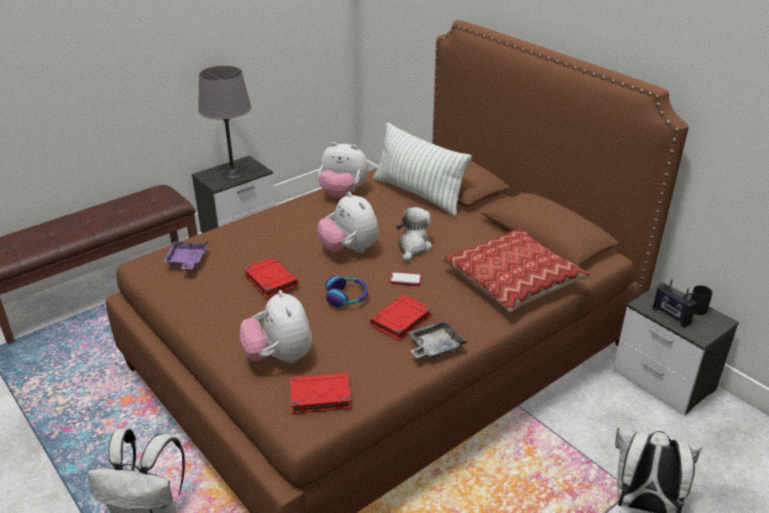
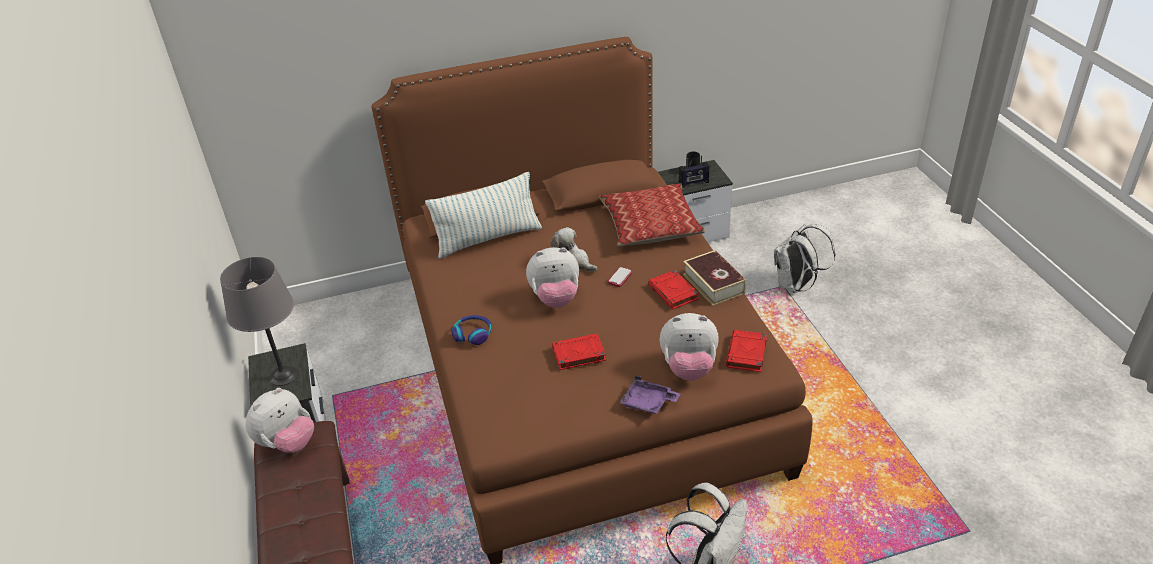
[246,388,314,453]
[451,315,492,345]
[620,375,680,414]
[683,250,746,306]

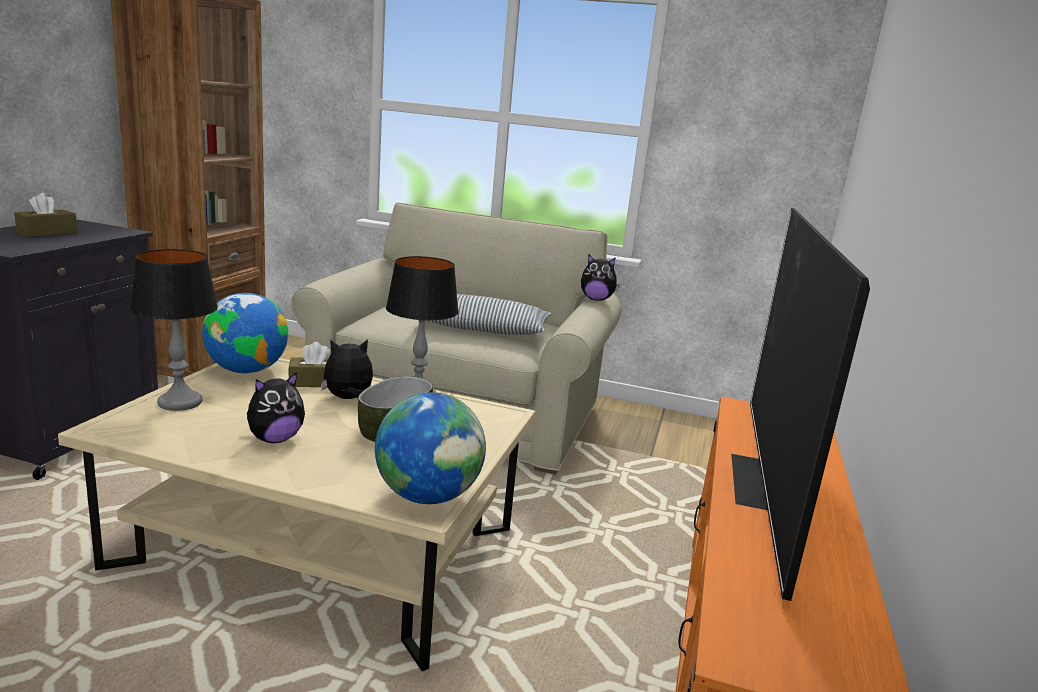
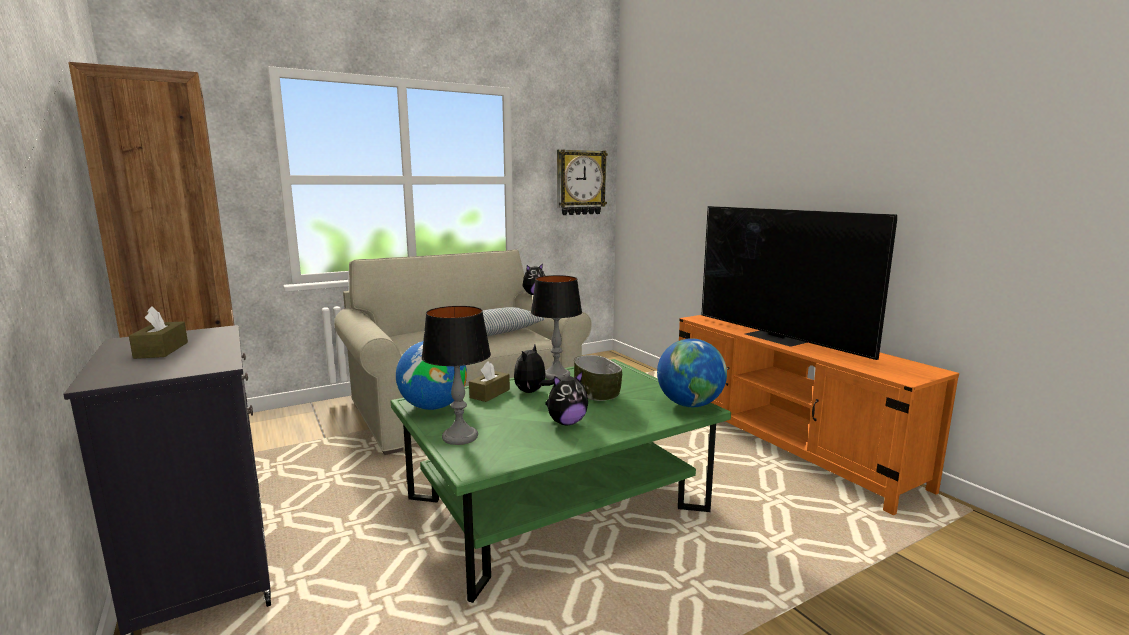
[391,359,731,603]
[545,372,588,425]
[557,149,608,215]

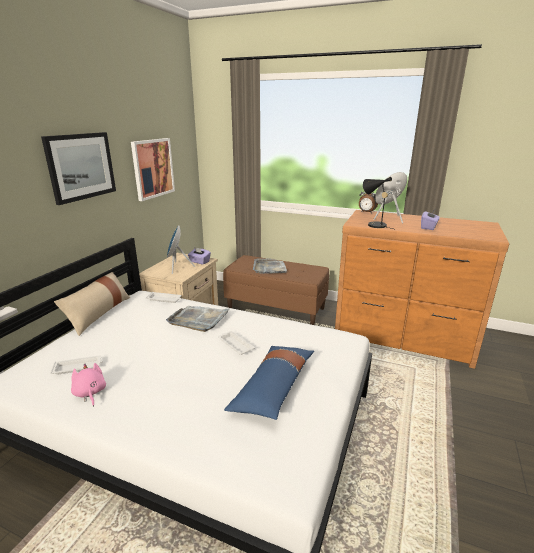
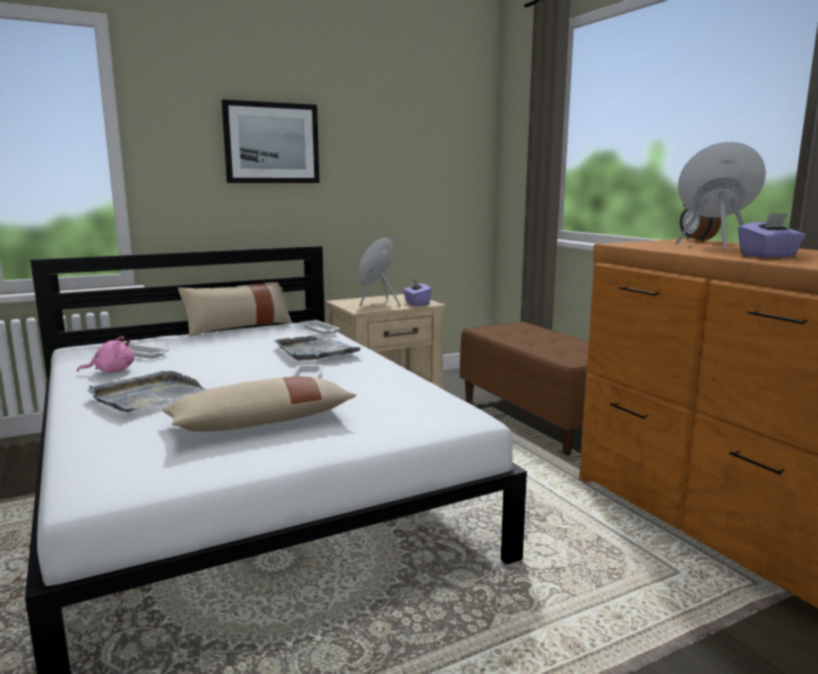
[77,336,134,373]
[87,371,207,412]
[162,376,357,432]
[131,138,175,201] (first image)
[363,177,393,229] (first image)

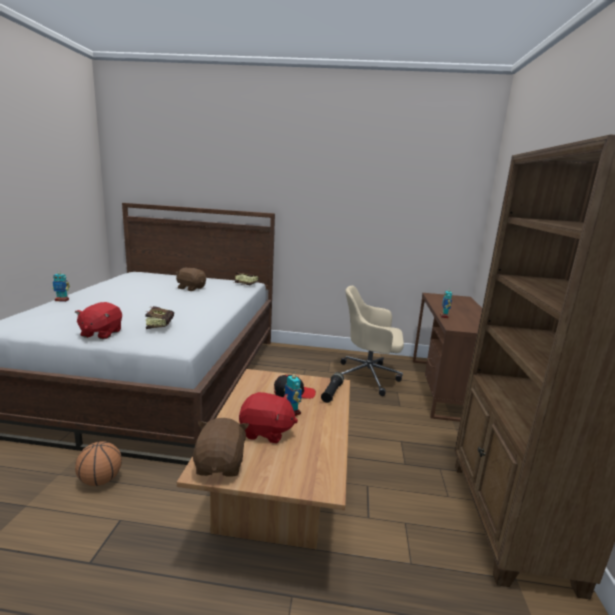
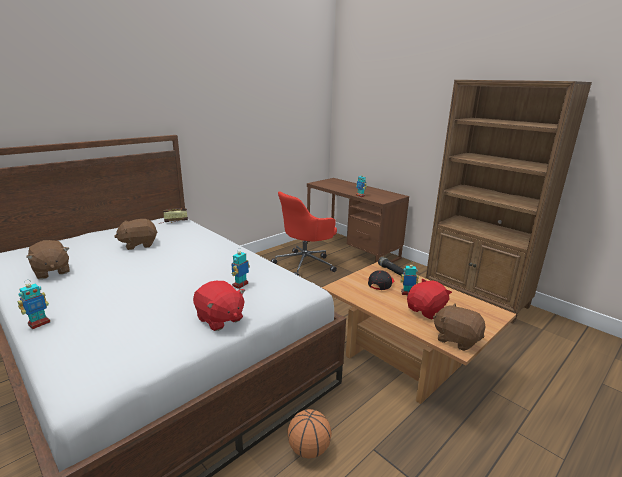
[26,240,69,279]
[231,248,250,289]
[271,191,337,276]

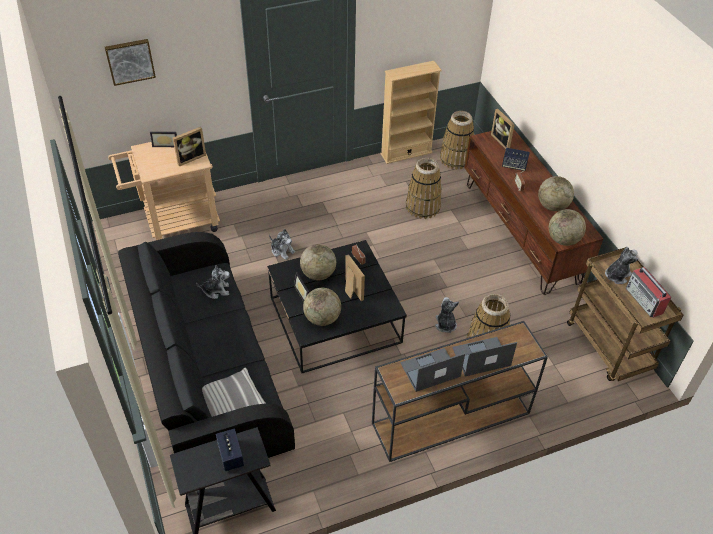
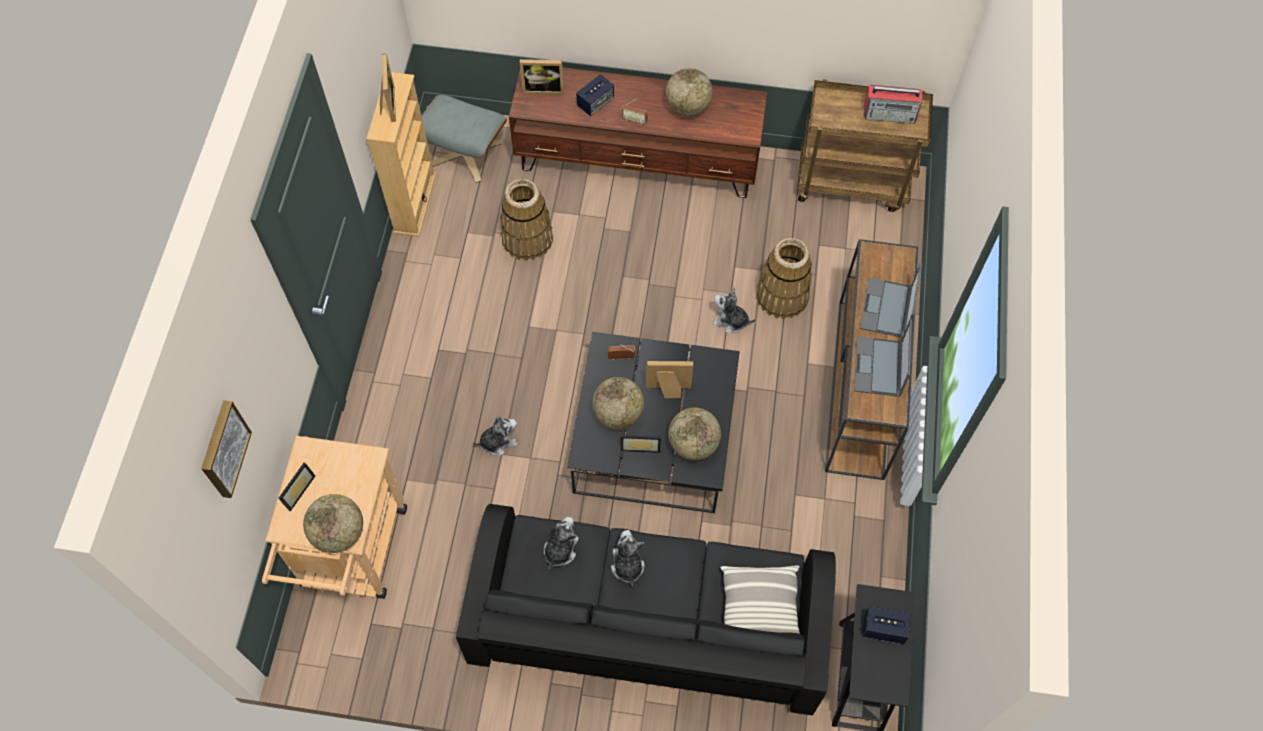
[303,494,363,553]
[380,54,396,122]
[422,95,507,183]
[611,530,644,586]

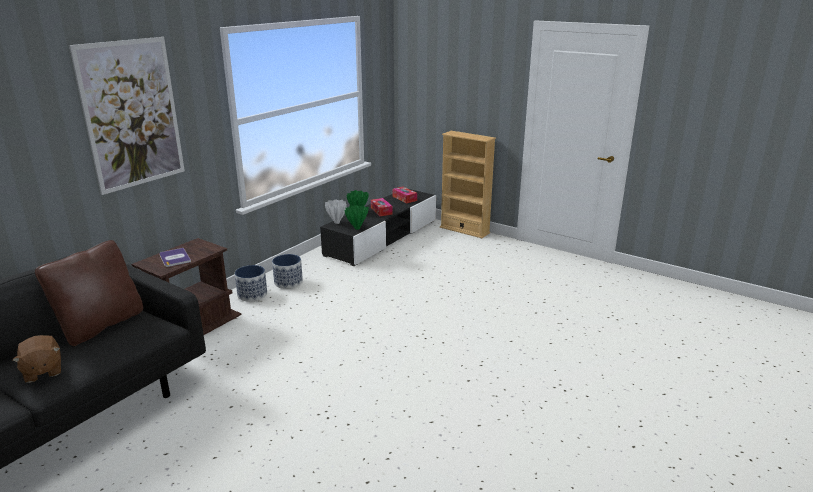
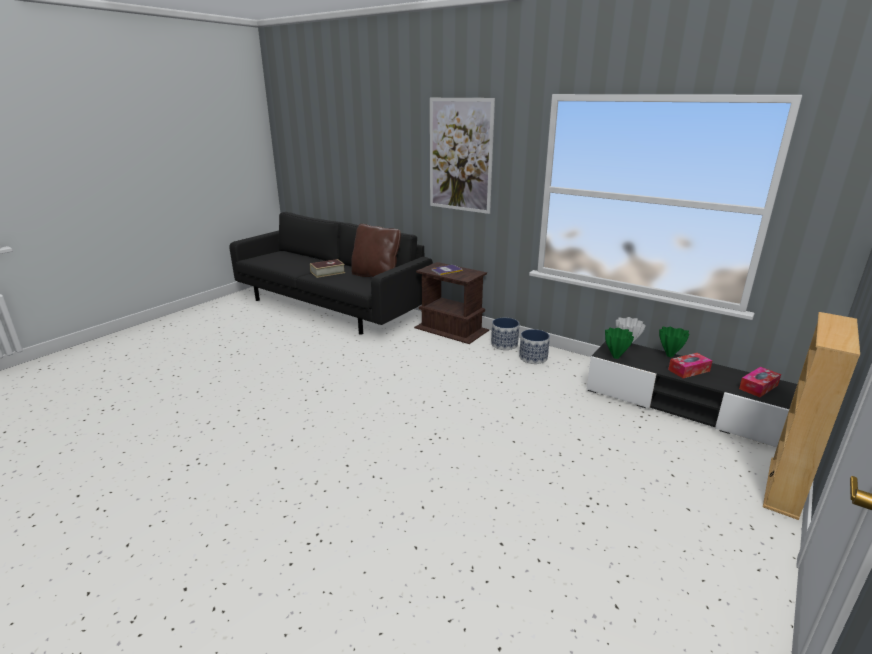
[310,259,345,278]

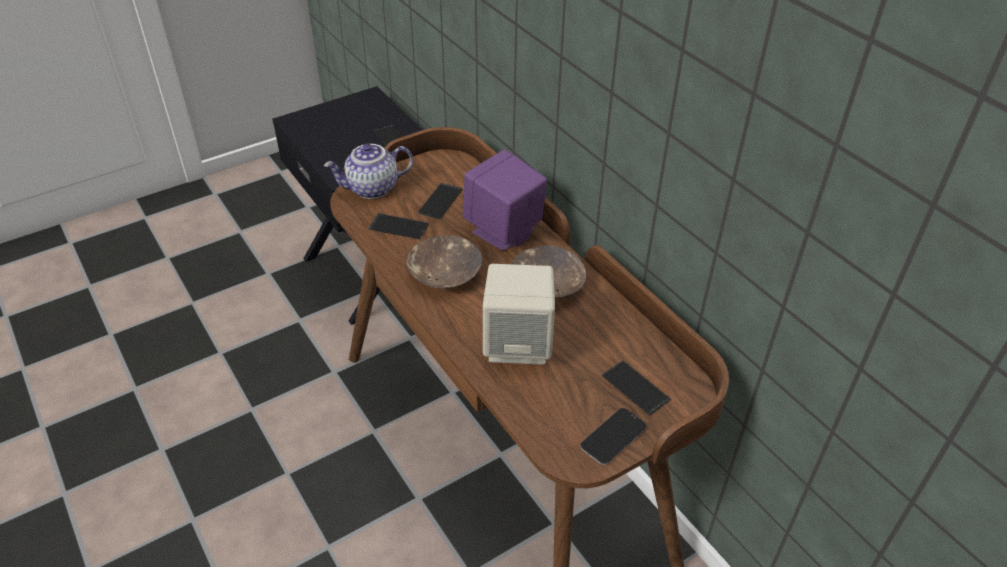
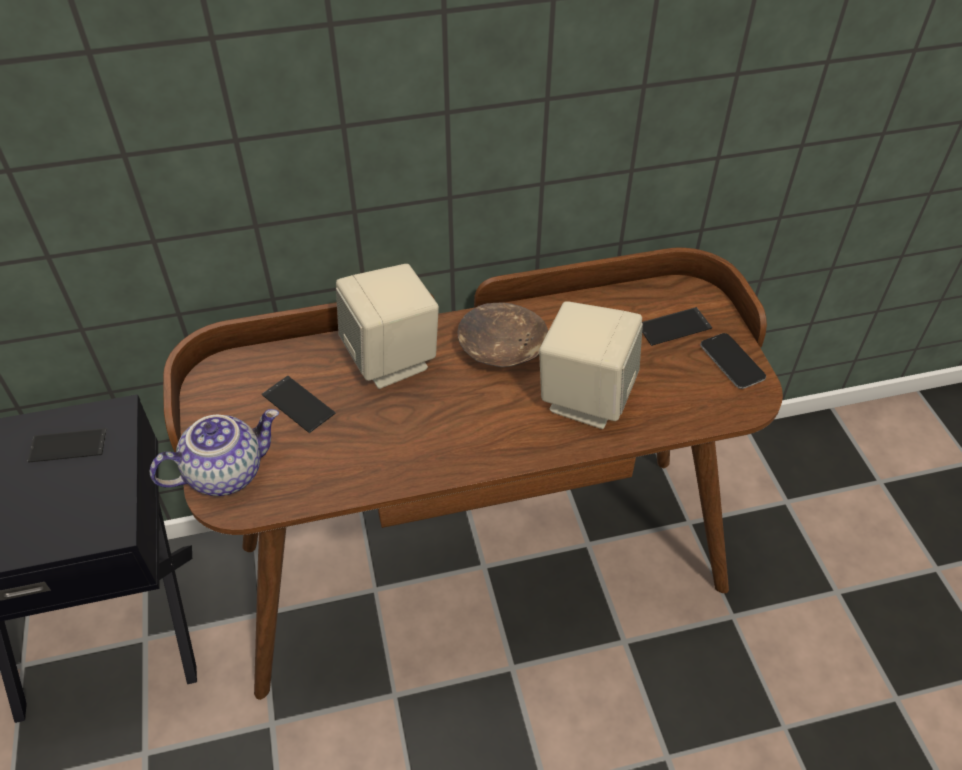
[150,409,279,496]
[336,264,439,389]
[368,213,429,239] (first image)
[406,235,482,289] (first image)

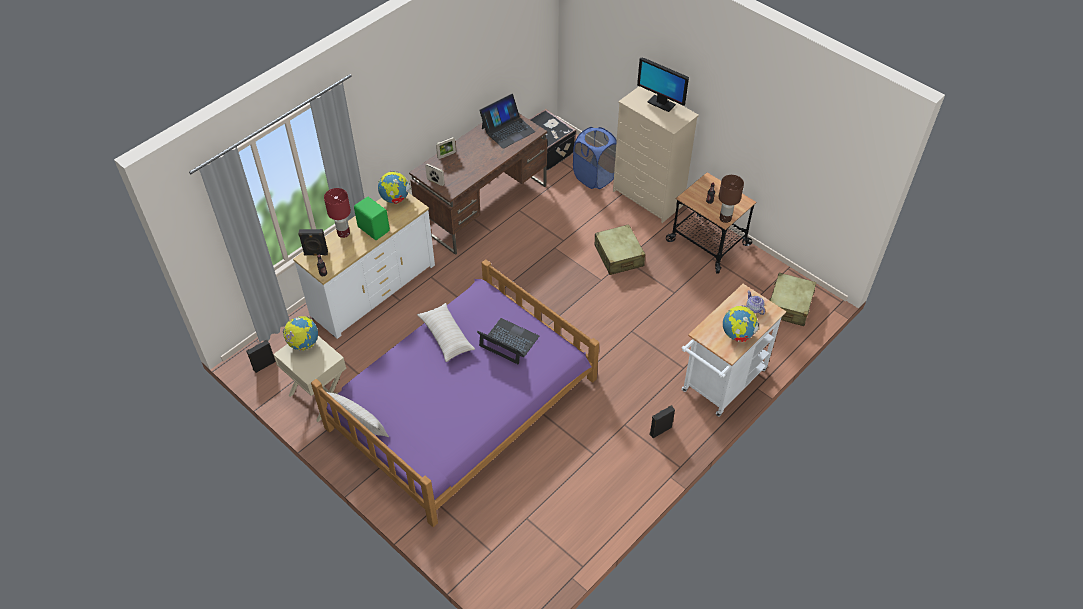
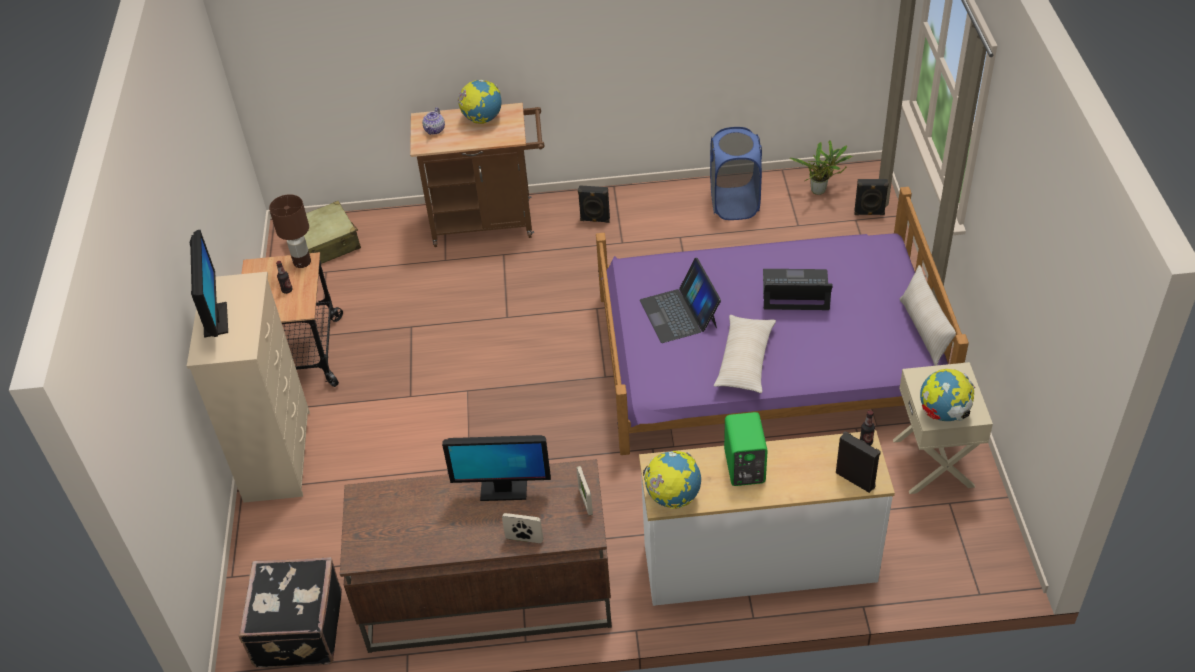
[410,103,544,247]
[442,435,551,501]
[710,127,762,220]
[763,269,833,310]
[789,140,854,195]
[854,179,889,215]
[324,188,351,238] (first image)
[595,224,645,275] (first image)

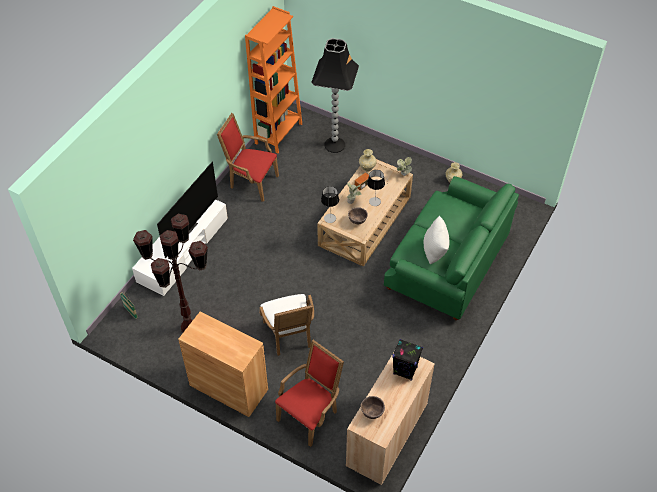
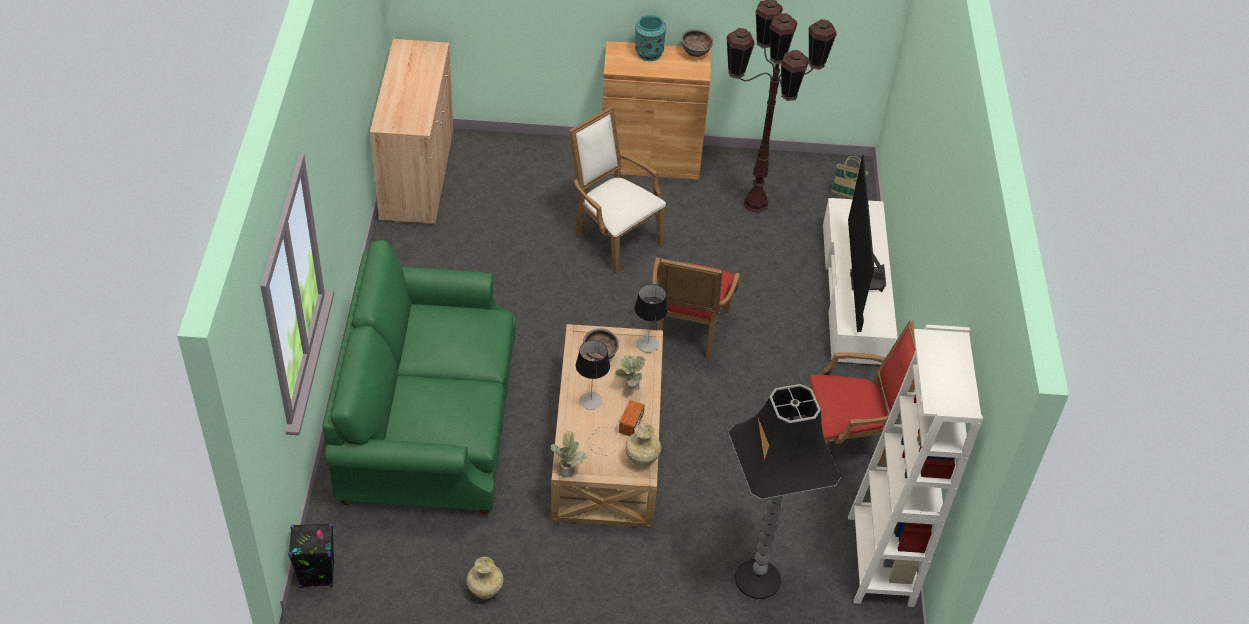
[288,523,335,588]
[635,15,666,61]
[652,257,740,359]
[681,29,713,57]
[848,325,983,607]
[423,216,449,264] (first image)

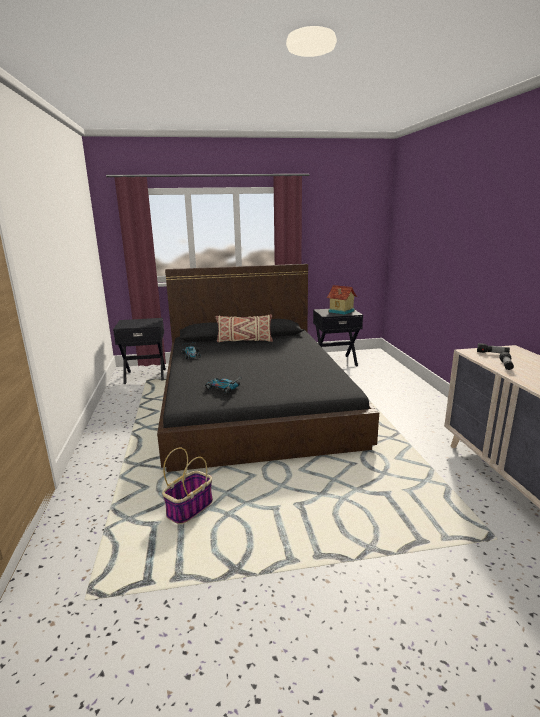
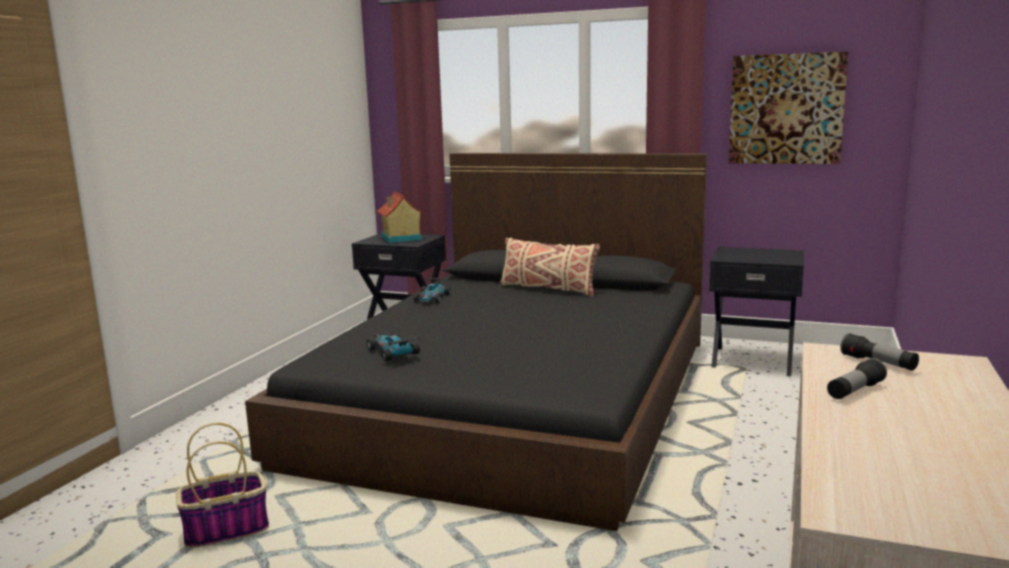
[376,191,425,243]
[729,52,848,164]

